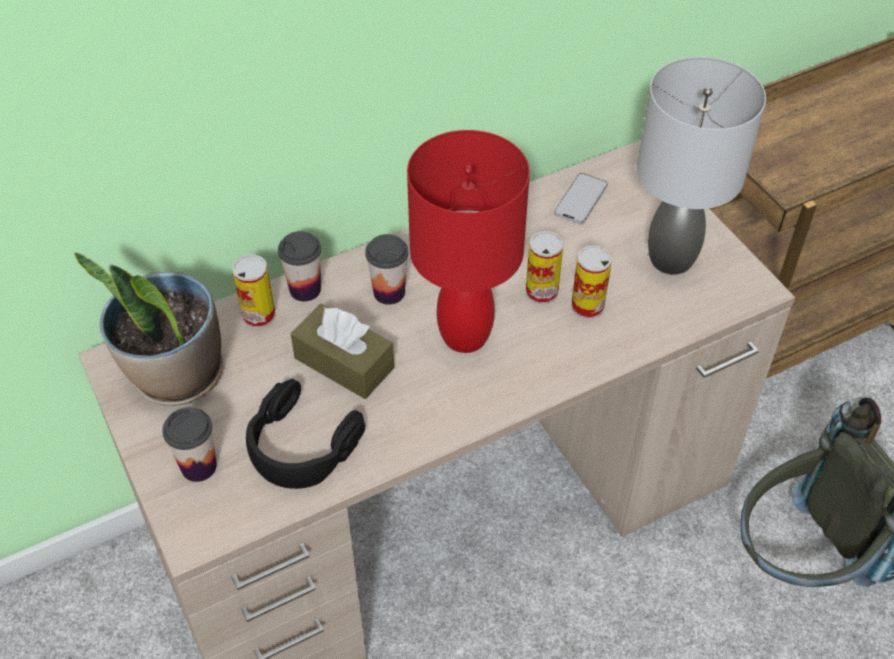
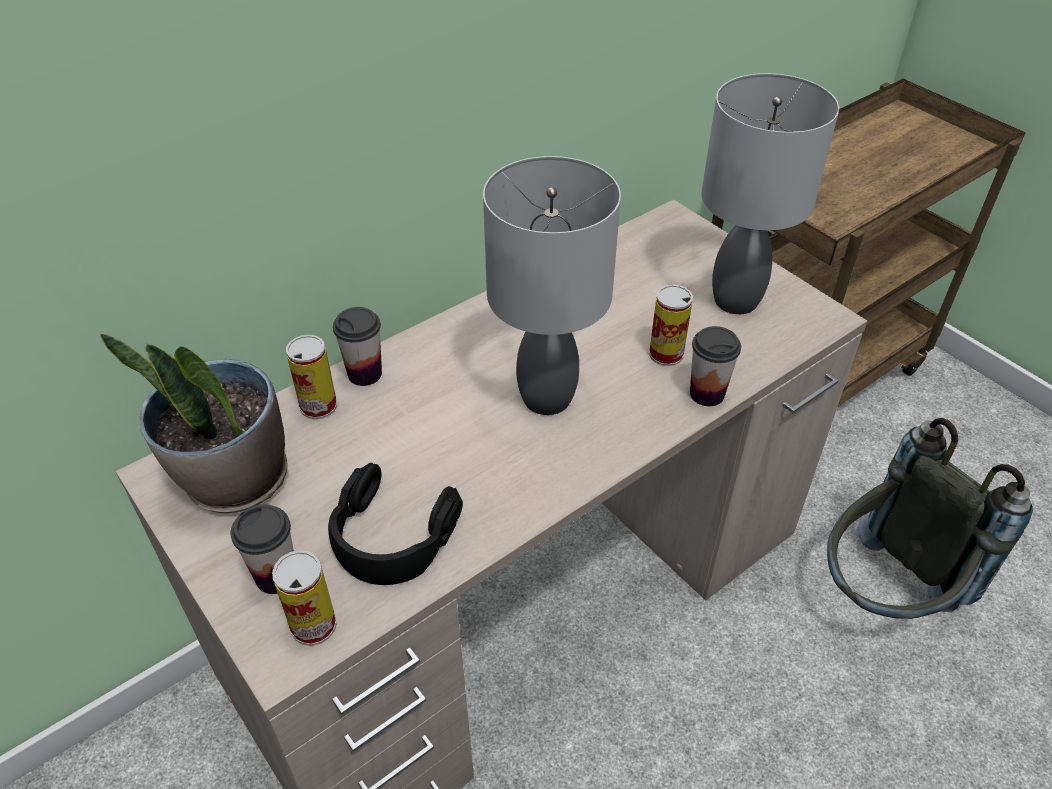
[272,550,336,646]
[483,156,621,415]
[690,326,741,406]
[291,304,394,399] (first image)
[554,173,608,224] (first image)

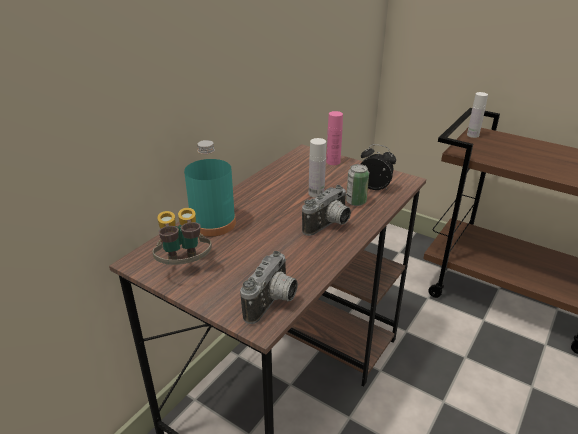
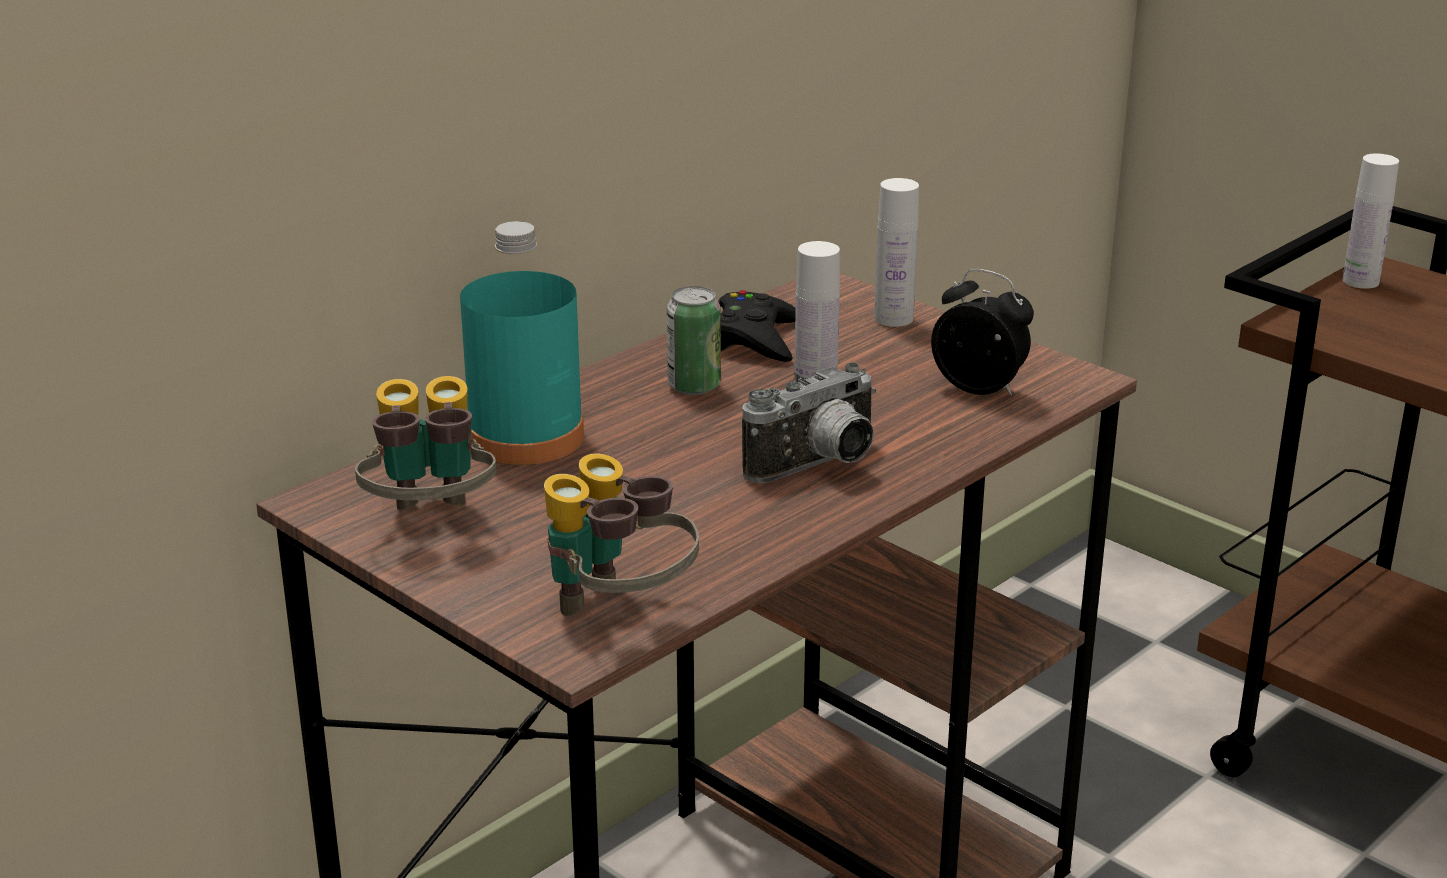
[544,454,699,616]
[667,286,721,395]
[718,290,796,362]
[874,178,919,327]

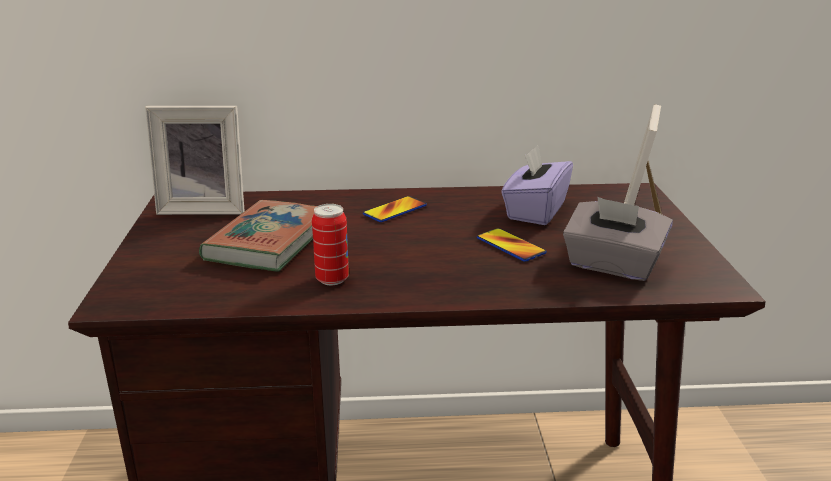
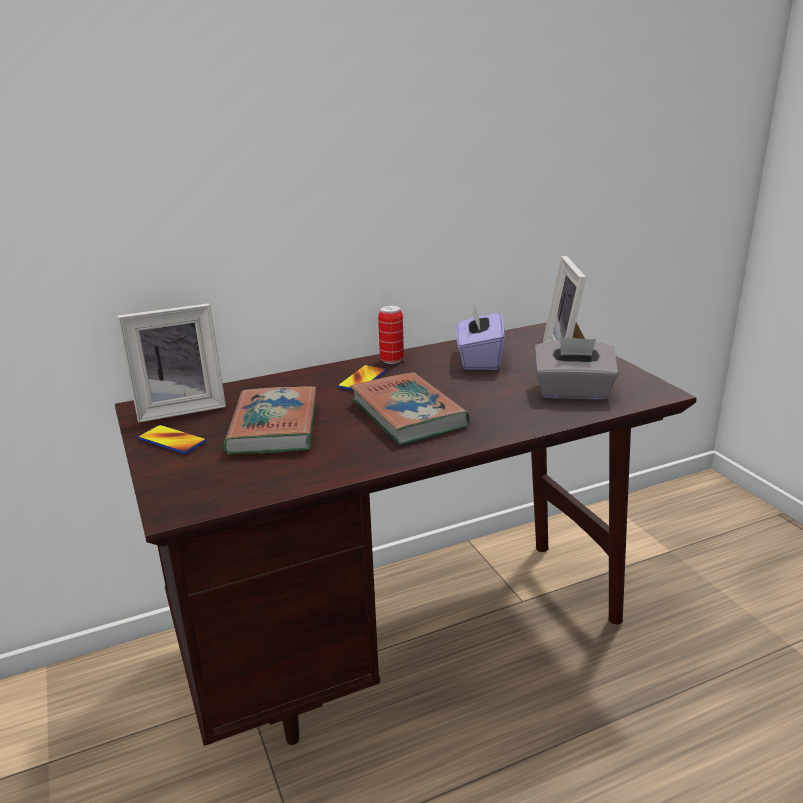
[138,425,207,454]
[350,372,470,445]
[378,305,404,364]

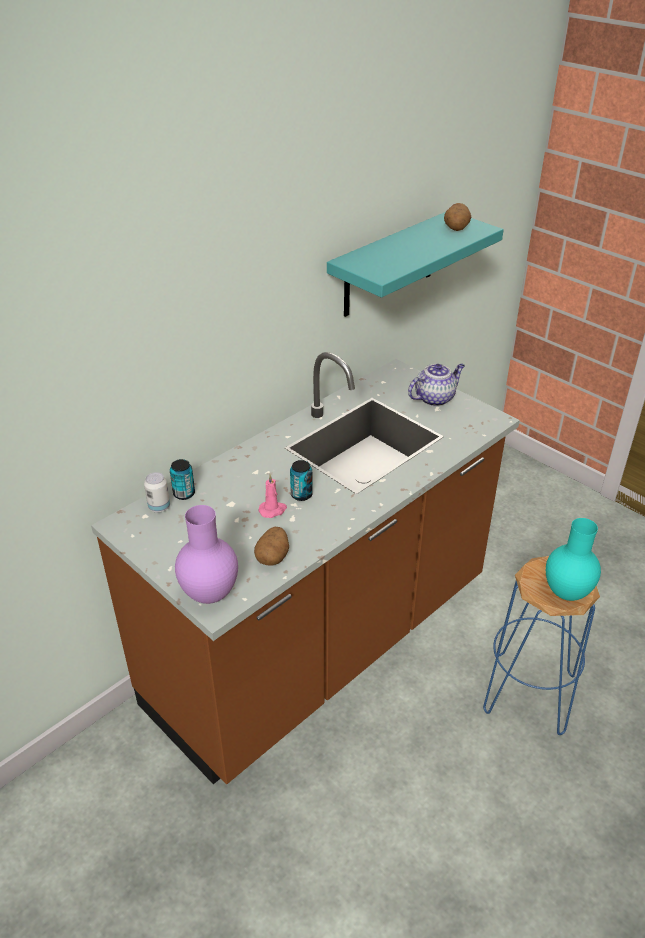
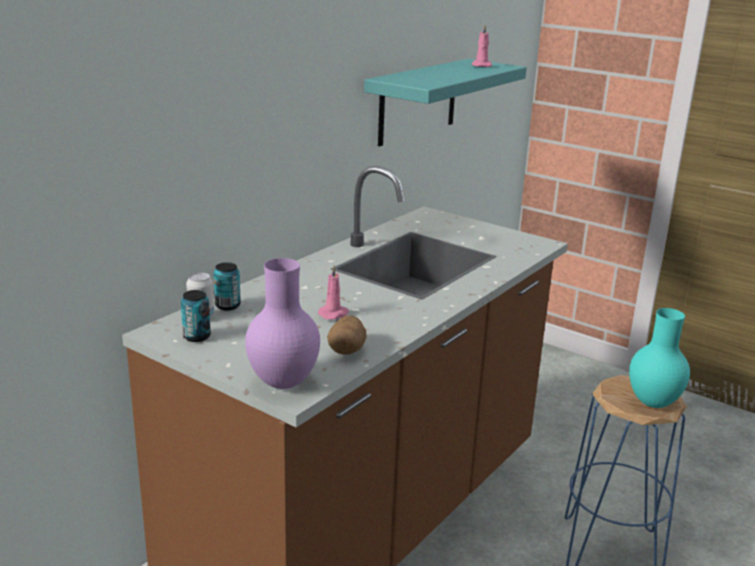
[181,290,211,342]
[472,25,492,67]
[408,364,465,406] (first image)

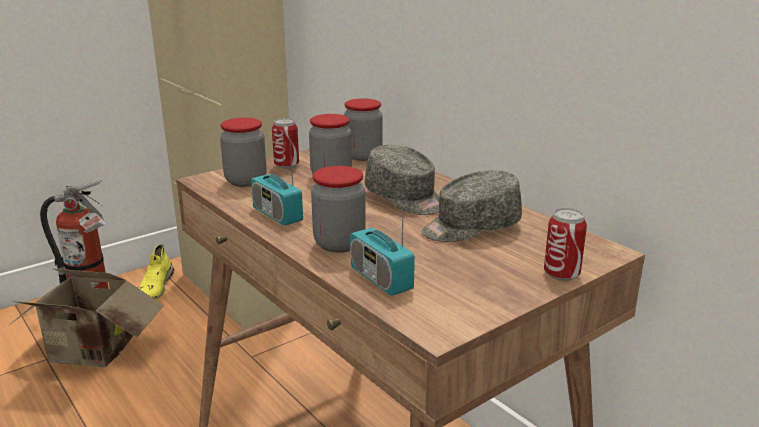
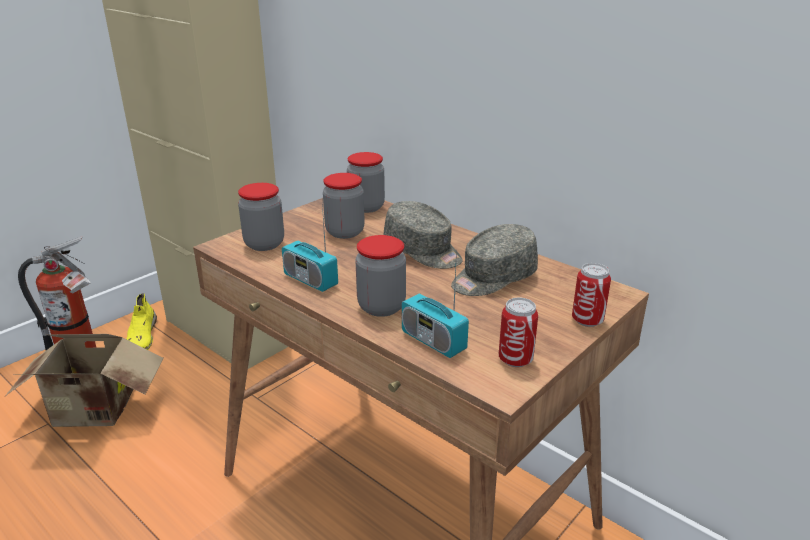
[499,297,538,367]

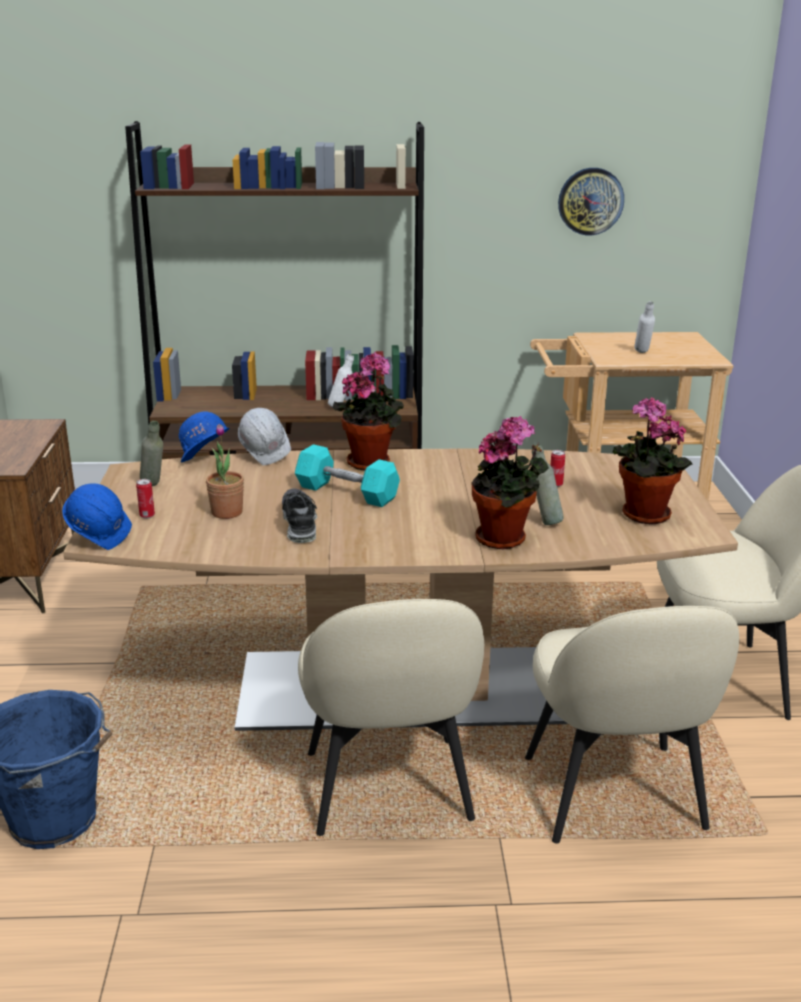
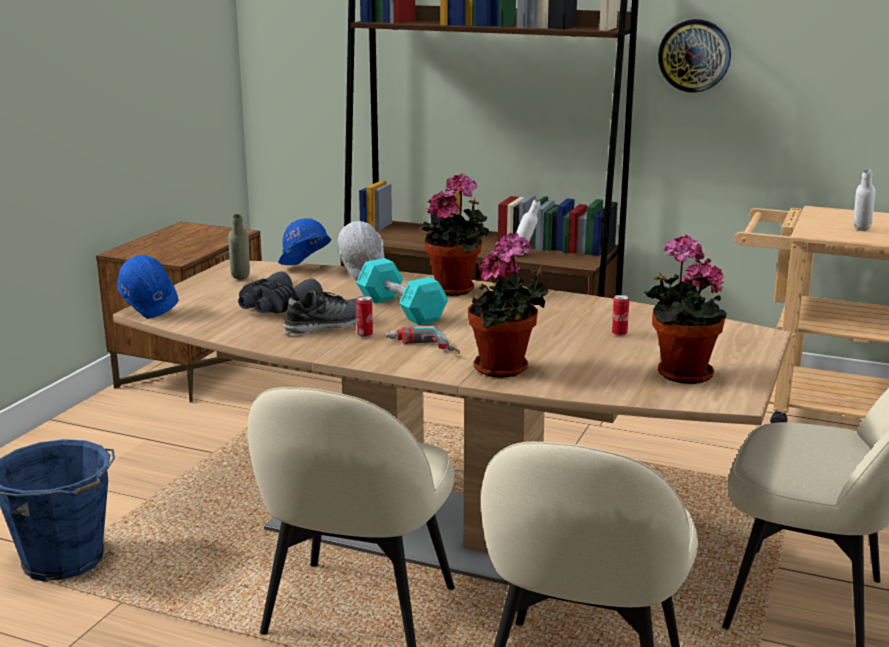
[238,271,323,314]
[283,290,357,336]
[356,296,373,338]
[385,326,460,354]
[658,19,731,93]
[532,444,563,525] (first image)

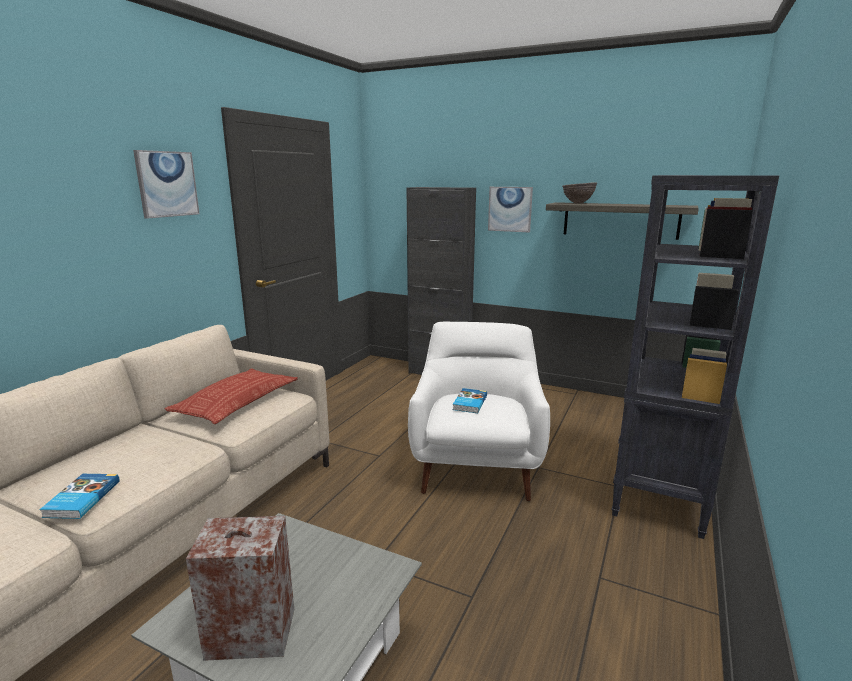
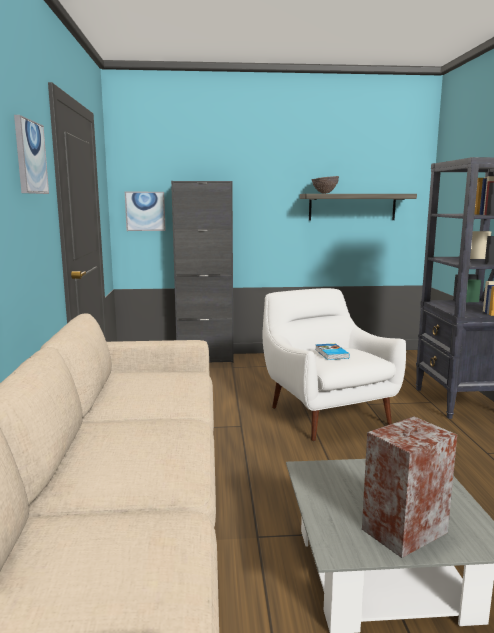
[125,192,166,231]
[39,474,120,519] (first image)
[165,369,297,424] (first image)

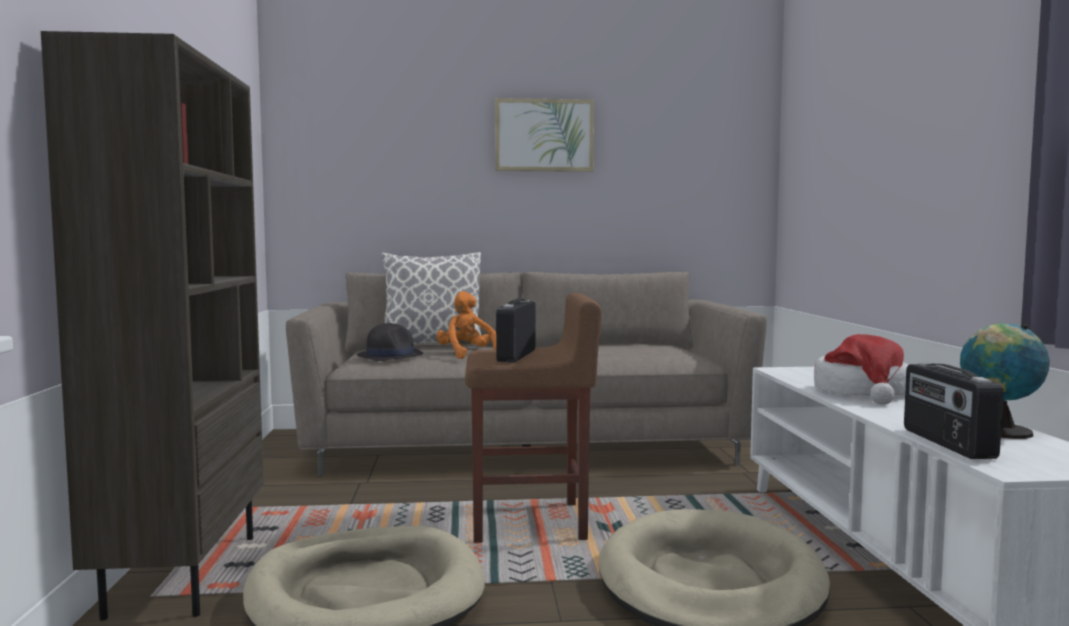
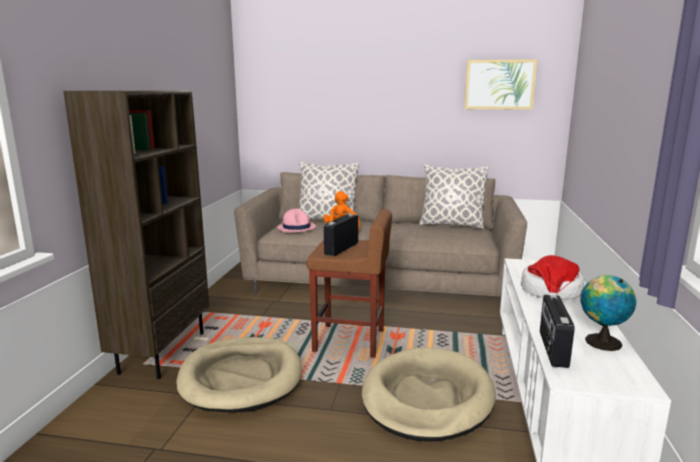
[277,209,316,233]
[419,165,488,229]
[464,59,537,110]

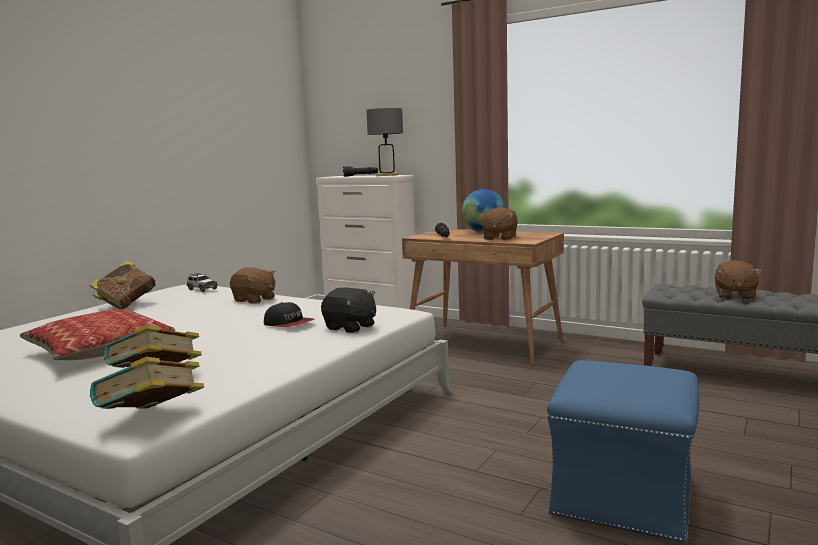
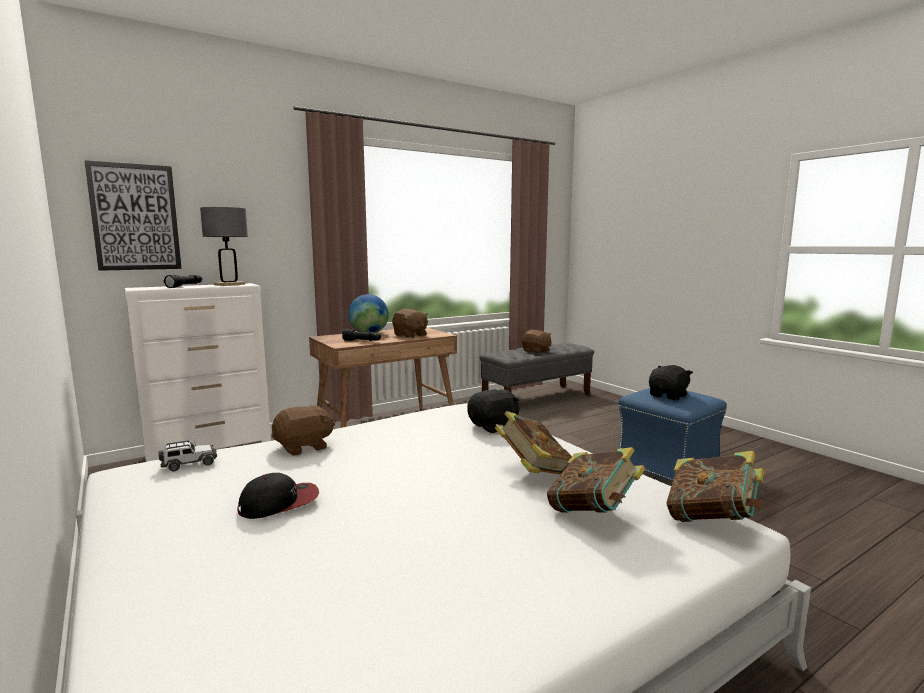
[84,160,182,271]
[238,473,319,519]
[495,411,572,474]
[649,365,693,400]
[20,310,175,360] (first image)

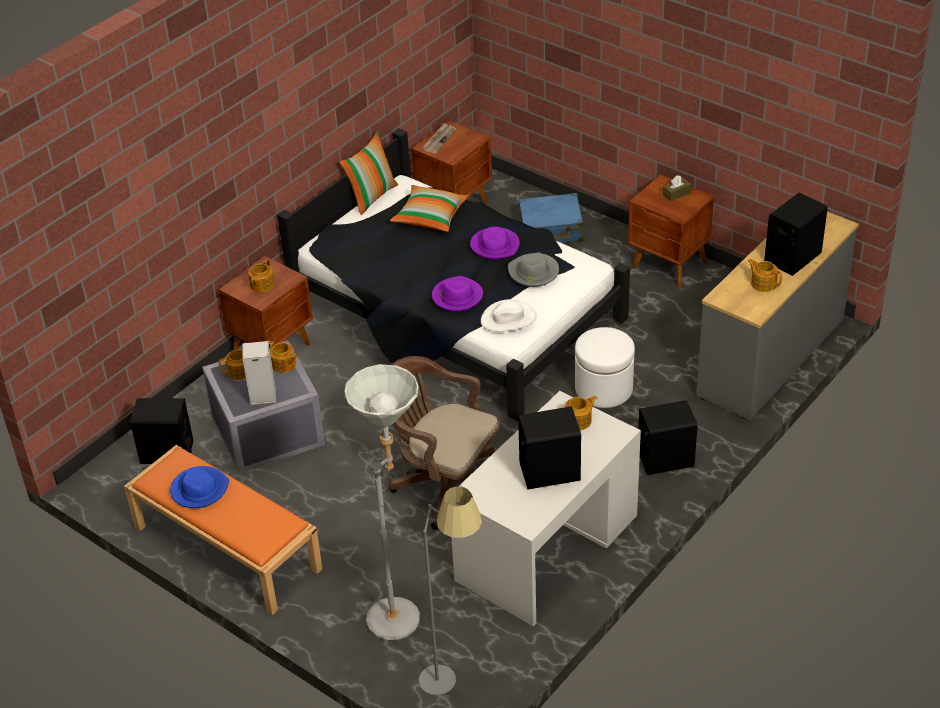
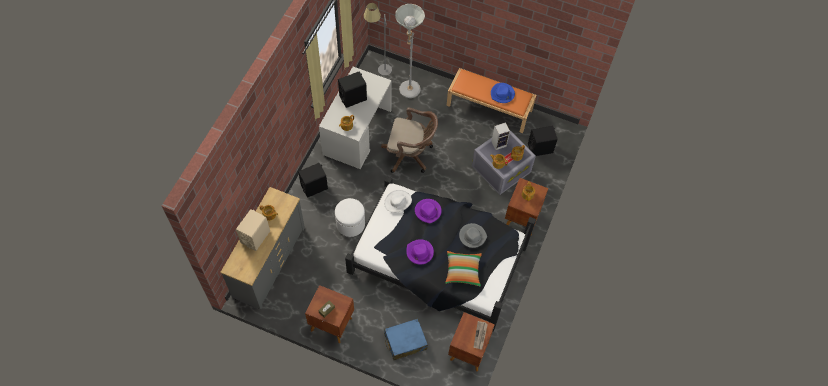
[236,209,270,251]
[459,223,487,248]
[340,132,398,215] (first image)

